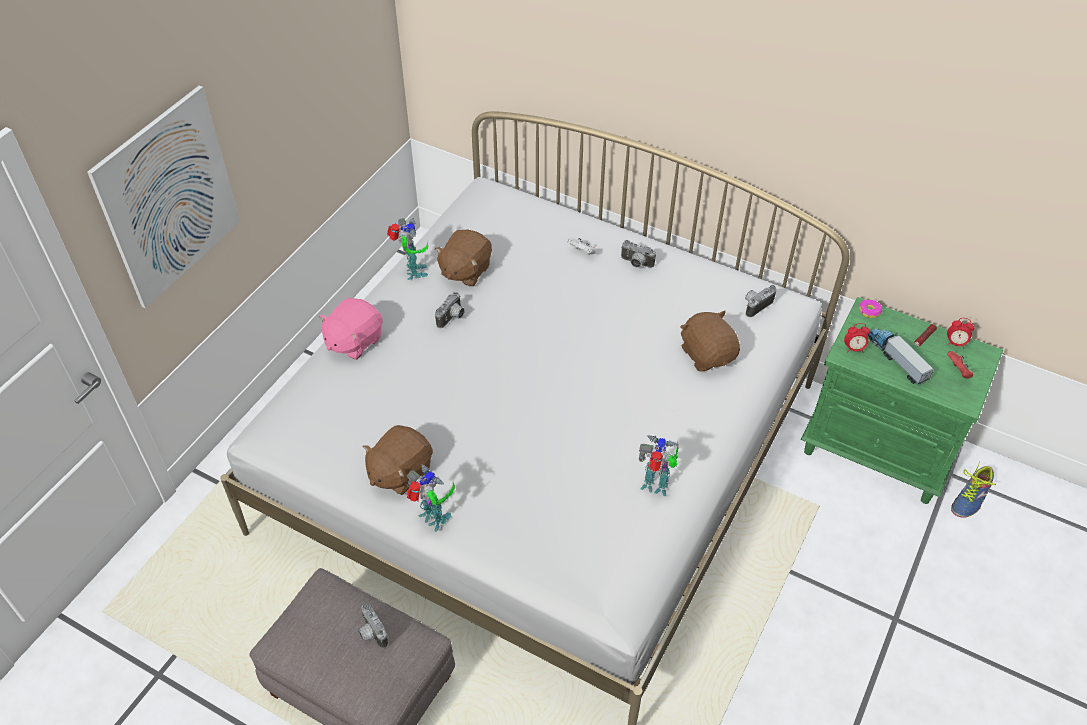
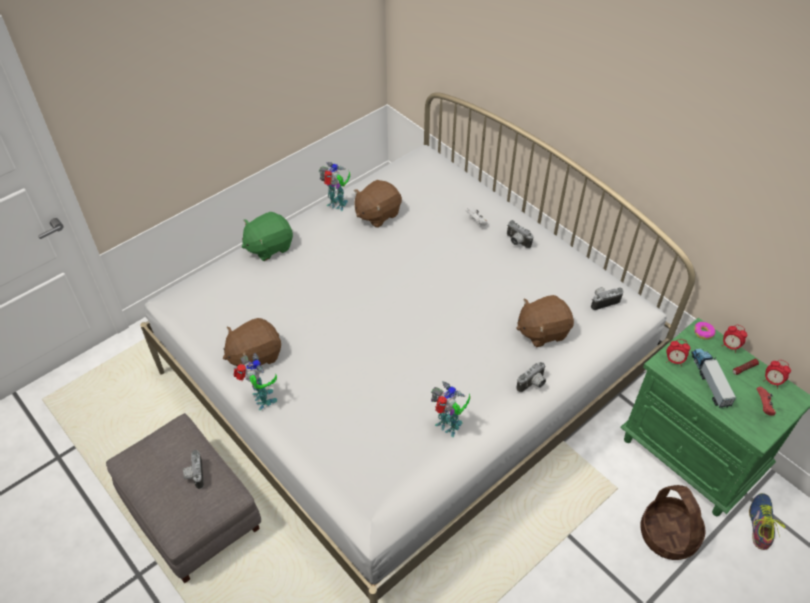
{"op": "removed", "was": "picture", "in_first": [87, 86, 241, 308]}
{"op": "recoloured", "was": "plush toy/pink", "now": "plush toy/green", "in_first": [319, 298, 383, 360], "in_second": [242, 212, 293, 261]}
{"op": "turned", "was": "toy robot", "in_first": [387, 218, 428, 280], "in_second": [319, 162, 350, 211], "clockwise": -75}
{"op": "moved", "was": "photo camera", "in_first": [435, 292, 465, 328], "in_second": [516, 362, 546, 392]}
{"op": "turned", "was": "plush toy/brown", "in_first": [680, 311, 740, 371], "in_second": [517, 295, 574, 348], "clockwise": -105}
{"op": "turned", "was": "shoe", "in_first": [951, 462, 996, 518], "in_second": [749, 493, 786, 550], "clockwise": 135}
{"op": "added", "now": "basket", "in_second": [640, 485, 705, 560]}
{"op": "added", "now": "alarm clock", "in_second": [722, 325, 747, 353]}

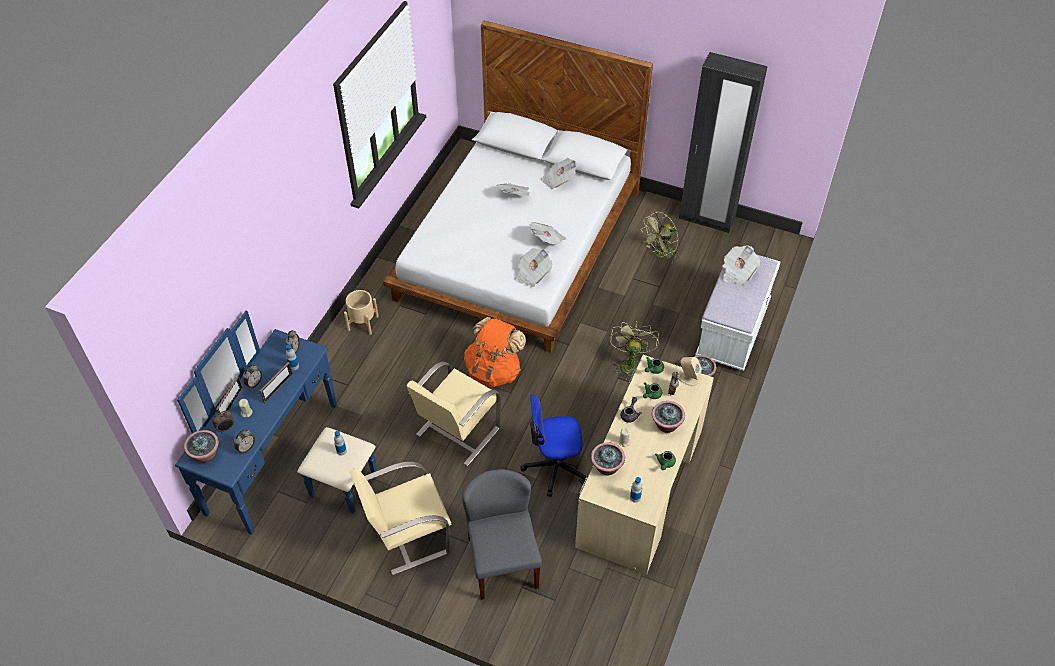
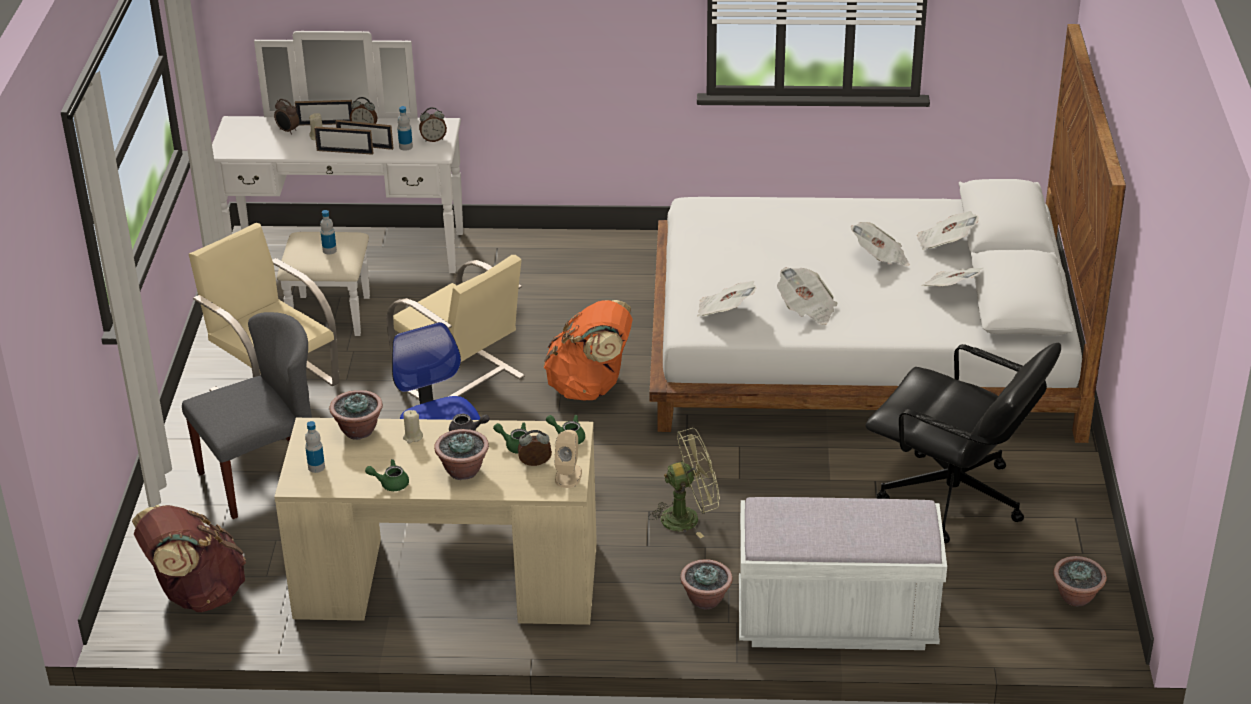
{"op": "recoloured", "was": "dresser/blue", "now": "dresser/white", "in_first": [175, 311, 377, 535], "in_second": [212, 31, 463, 336]}
{"op": "moved", "was": "potted plant", "in_first": [184, 430, 219, 463], "in_second": [1053, 556, 1107, 606]}
{"op": "removed", "was": "alarm clock", "in_first": [234, 430, 255, 454]}
{"op": "removed", "was": "planter/beige", "in_first": [344, 290, 379, 335]}
{"op": "turned", "was": "chair/beige", "in_first": [406, 362, 501, 466], "in_second": [386, 255, 525, 400], "clockwise": -150}
{"op": "replaced", "was": "fan/green", "now": "office chair/black", "in_first": [641, 211, 679, 263], "in_second": [865, 343, 1061, 543]}
{"op": "removed", "was": "wardrobe/black", "in_first": [679, 52, 768, 233]}
{"op": "moved", "was": "newspaper", "in_first": [722, 245, 760, 285], "in_second": [917, 211, 978, 250]}
{"op": "added", "now": "backpack/brown", "in_second": [132, 505, 246, 612]}
{"op": "added", "now": "picture frame", "in_second": [314, 127, 373, 155]}

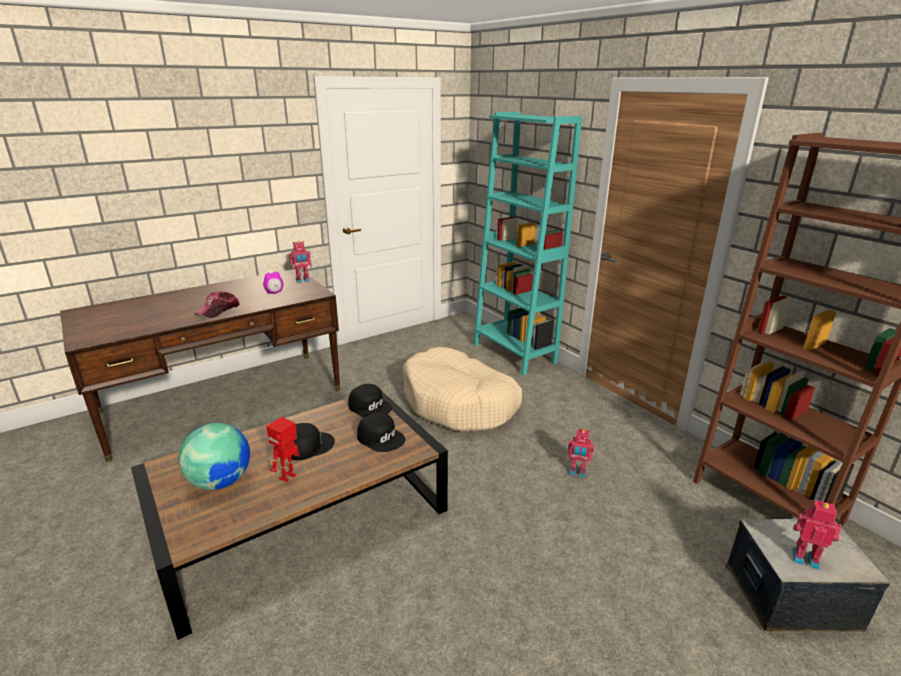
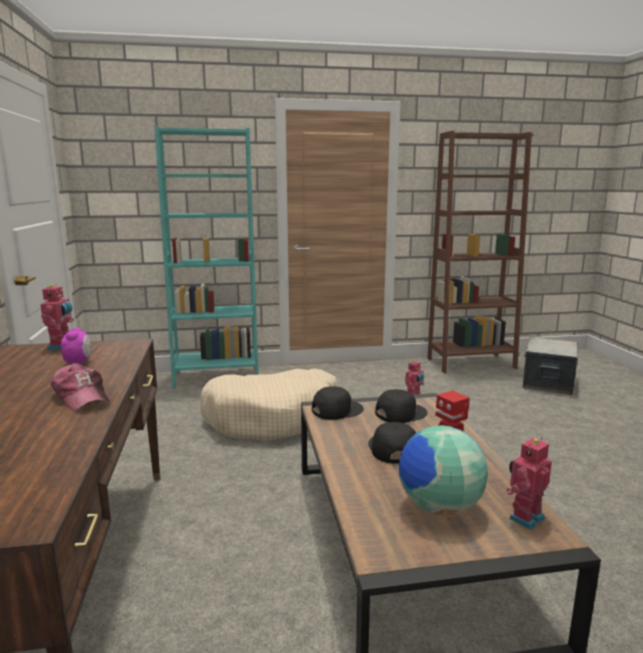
{"op": "moved", "was": "toy robot", "in_first": [793, 500, 842, 570], "in_second": [506, 437, 552, 530]}

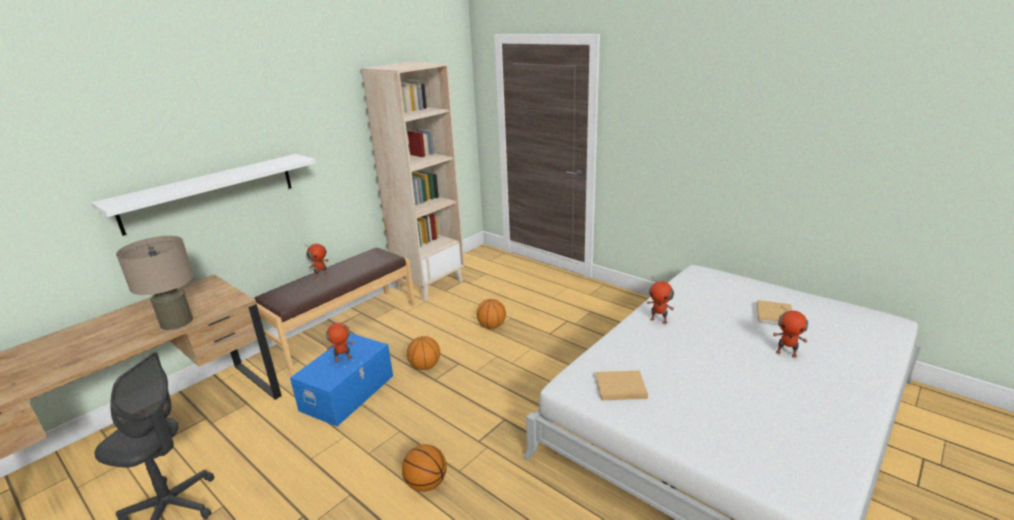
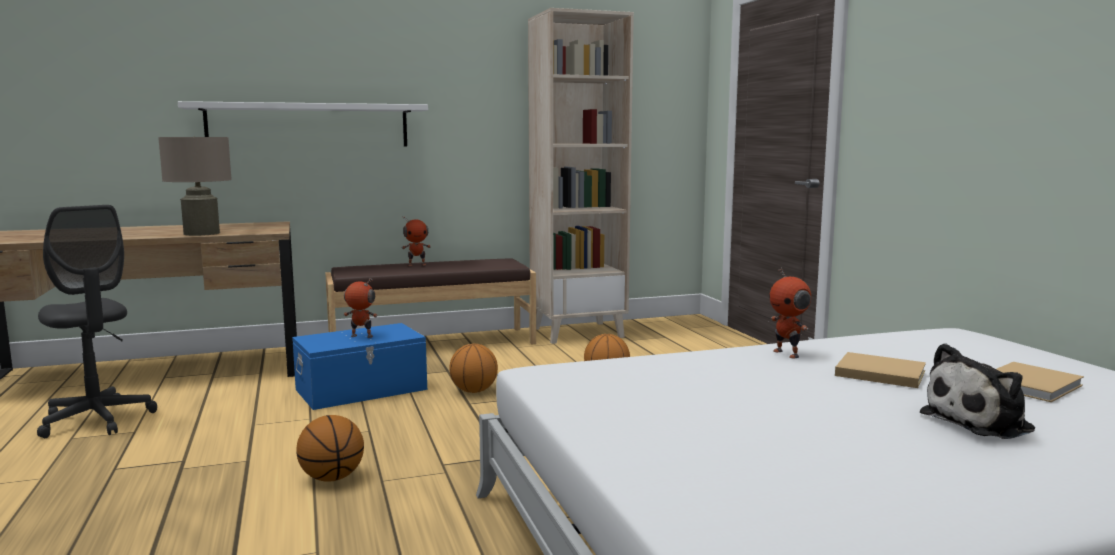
{"op": "moved", "was": "book/beige", "in_first": [595, 371, 648, 400], "in_second": [835, 352, 926, 388]}
{"op": "replaced", "was": "toy robot", "now": "plush toy", "in_first": [773, 305, 808, 358], "in_second": [920, 343, 1035, 439]}

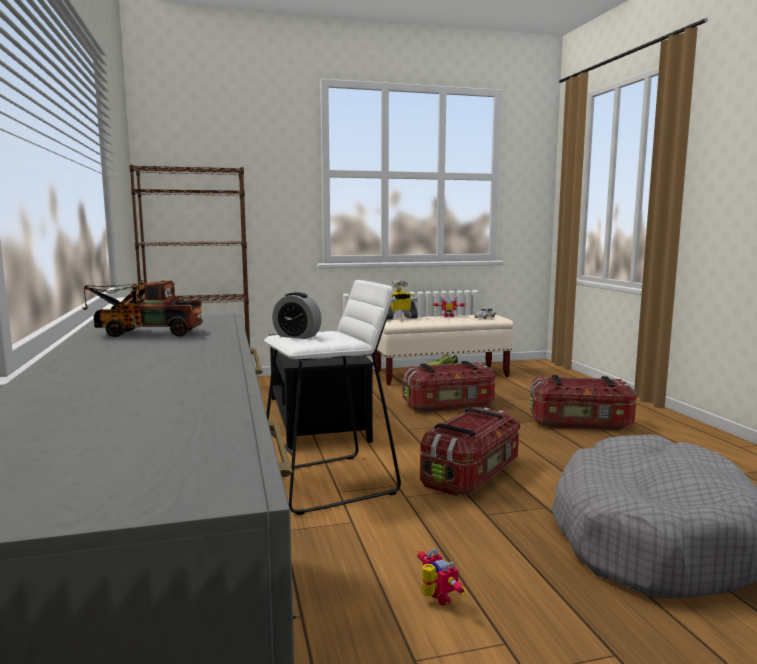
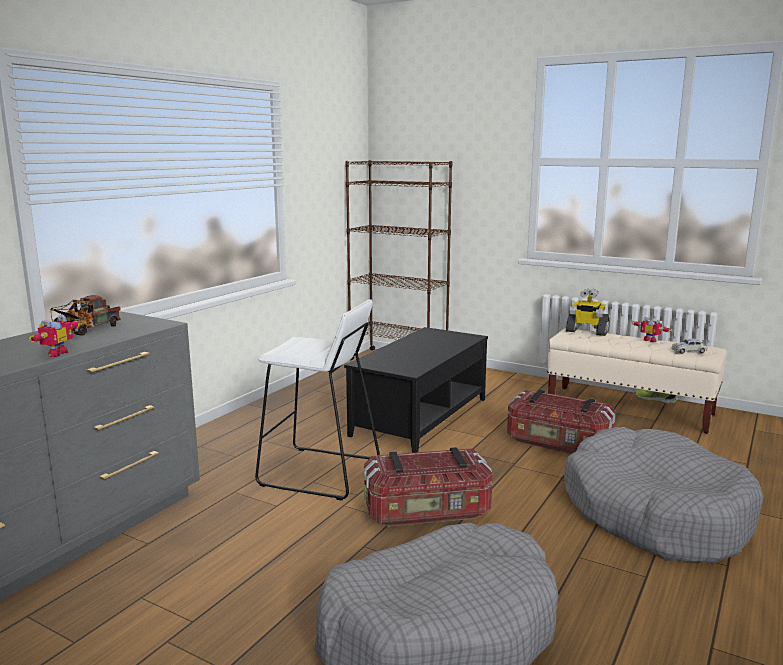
{"op": "turned", "was": "toy truck", "in_first": [83, 280, 203, 337], "in_second": [51, 295, 121, 336], "clockwise": -105}
{"op": "removed", "was": "alarm clock", "in_first": [272, 292, 322, 339]}
{"op": "moved", "was": "toy robot", "in_first": [417, 549, 467, 606], "in_second": [29, 315, 79, 357]}
{"op": "replaced", "was": "storage box", "now": "dog bed/grey", "in_first": [530, 375, 637, 431], "in_second": [564, 427, 764, 563]}

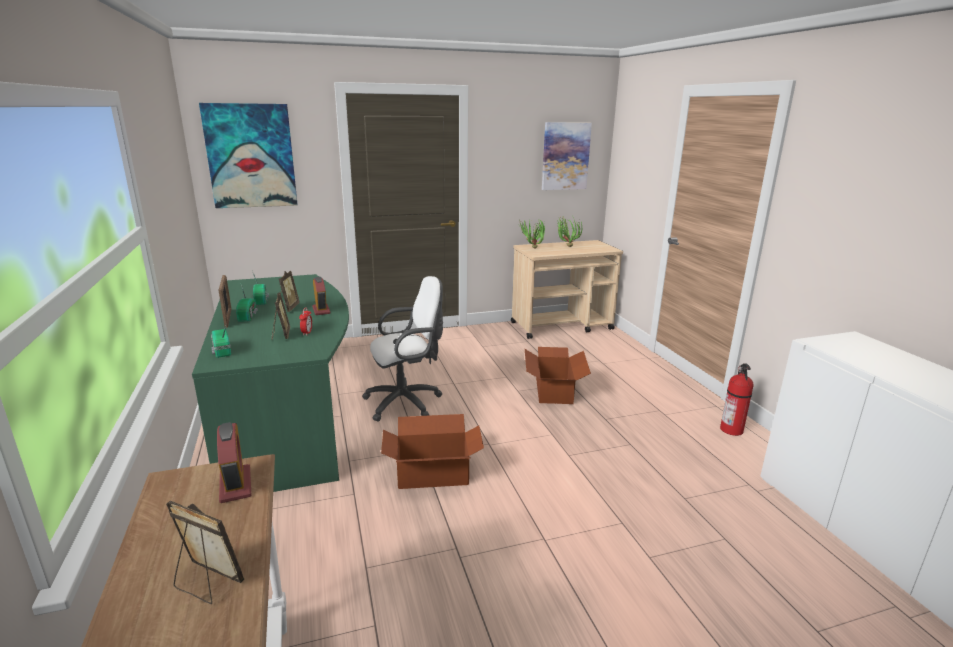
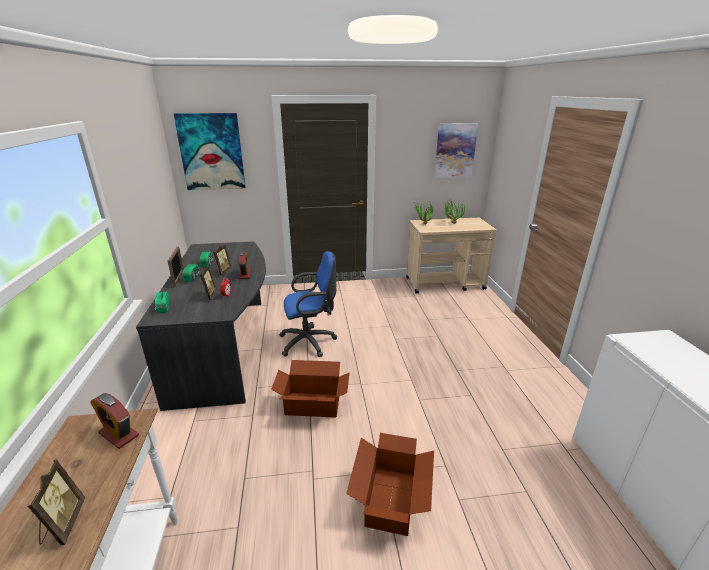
{"op": "turned", "was": "picture frame", "in_first": [166, 501, 244, 604], "in_second": [28, 459, 85, 545], "clockwise": 45}
{"op": "recoloured", "was": "desk/green", "now": "desk/grey", "in_first": [192, 274, 349, 492], "in_second": [136, 242, 266, 411]}
{"op": "turned", "was": "alarm clock", "in_first": [217, 422, 251, 503], "in_second": [90, 393, 139, 449], "clockwise": 135}
{"op": "recoloured", "was": "office chair/white", "now": "office chair/blue", "in_first": [362, 276, 443, 422], "in_second": [279, 251, 337, 357]}
{"op": "moved", "was": "cardboard box", "in_first": [525, 347, 591, 404], "in_second": [346, 433, 434, 536]}
{"op": "removed", "was": "fire extinguisher", "in_first": [720, 363, 753, 436]}

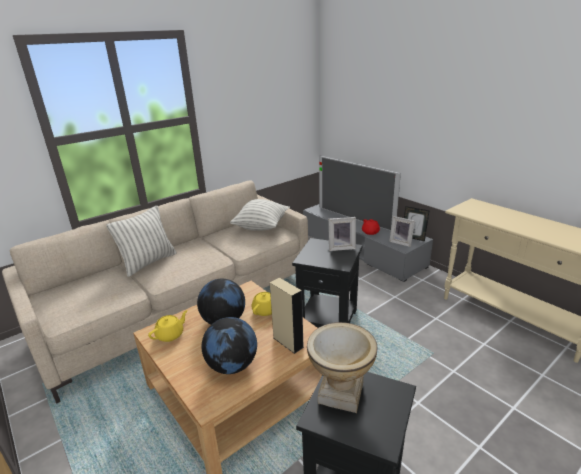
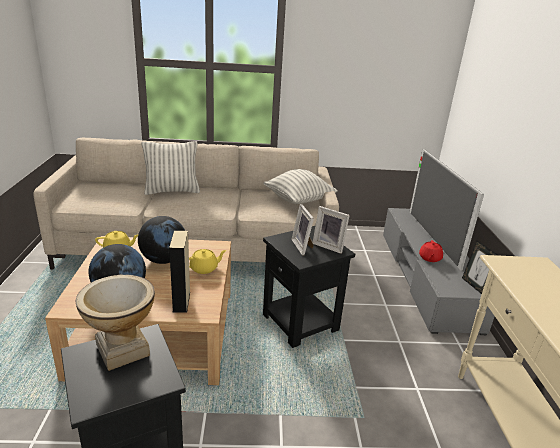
{"op": "moved", "was": "picture frame", "in_first": [389, 216, 415, 247], "in_second": [291, 204, 314, 256]}

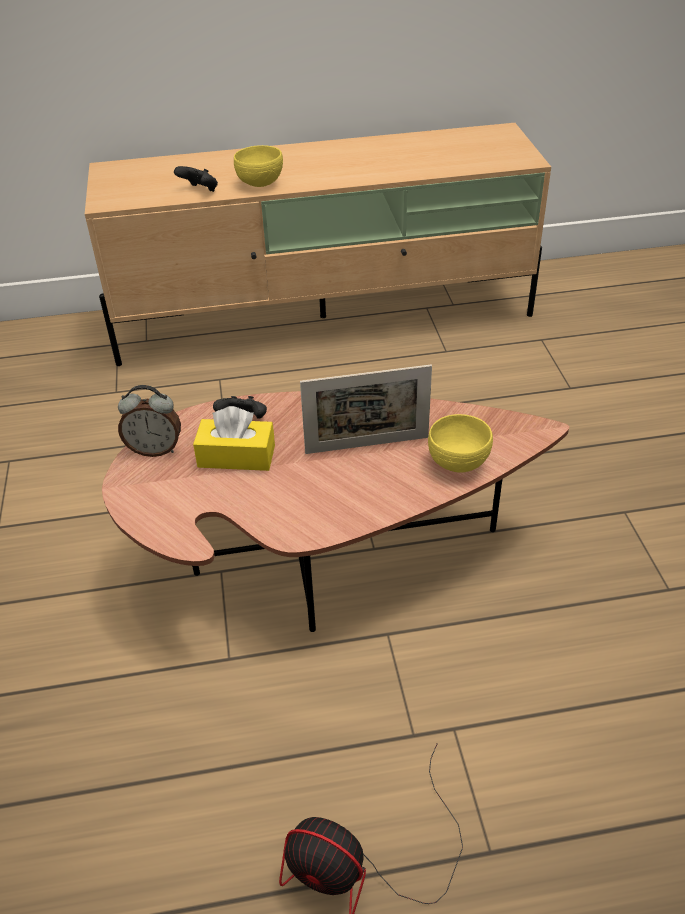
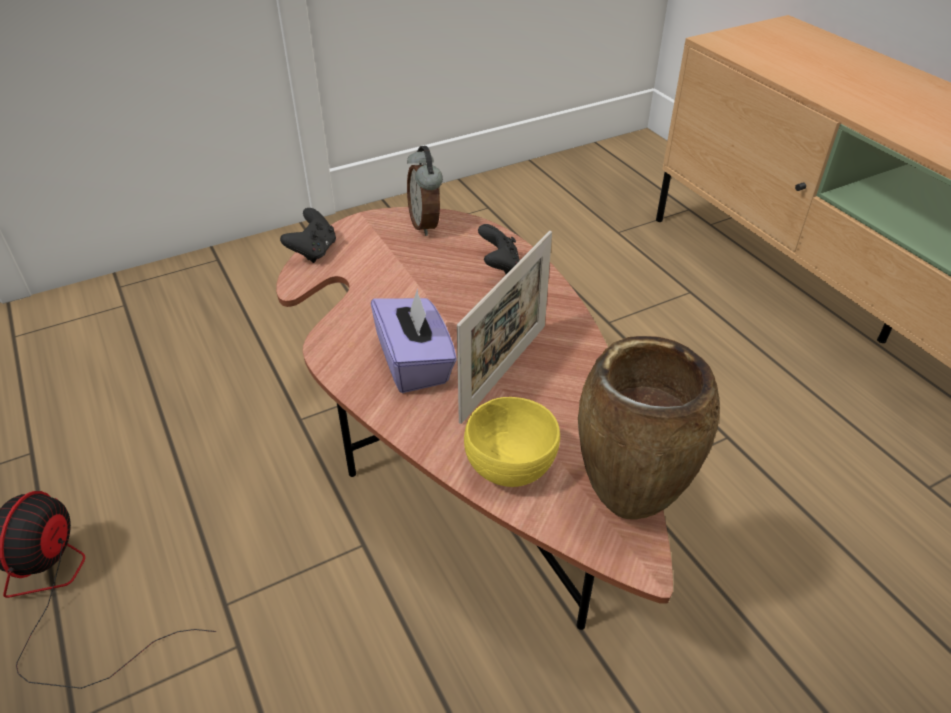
{"op": "moved", "was": "game controller/black", "in_first": [174, 166, 218, 192], "in_second": [280, 208, 336, 263]}
{"op": "removed", "was": "tissue box/yellow", "in_first": [193, 406, 275, 471]}
{"op": "removed", "was": "bowl/yellow", "in_first": [234, 145, 283, 187]}
{"op": "turned", "was": "picture frame", "in_first": [300, 365, 432, 454], "in_second": [457, 231, 552, 424], "clockwise": -120}
{"op": "added", "now": "tissue box/purple", "in_second": [371, 288, 457, 393]}
{"op": "added", "now": "vase/brown", "in_second": [578, 336, 720, 519]}

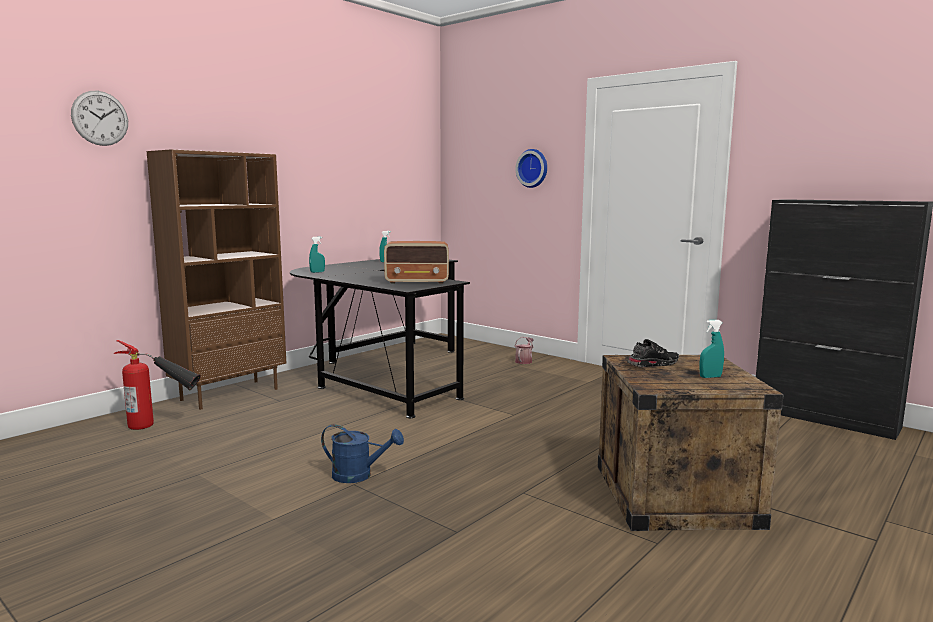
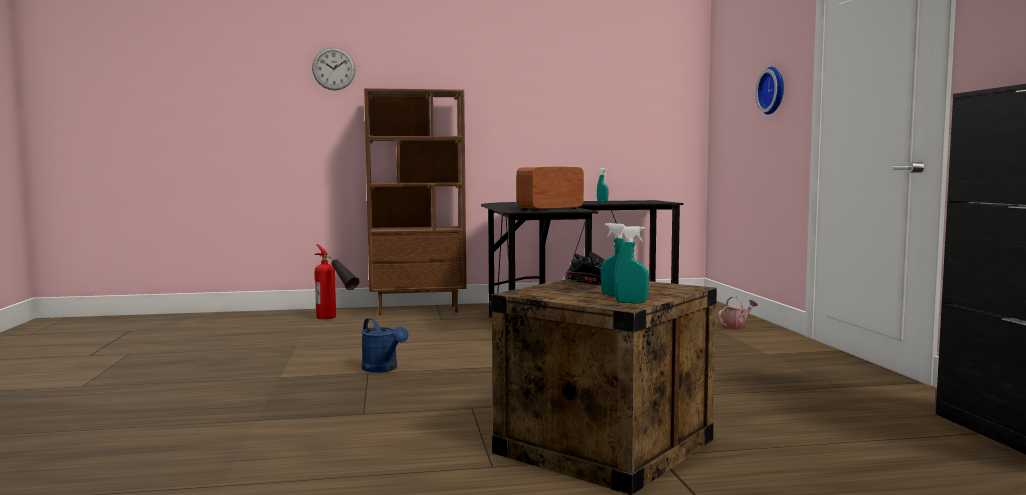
{"op": "moved", "was": "spray bottle/turquoise", "in_first": [309, 236, 325, 273], "in_second": [614, 226, 649, 303]}
{"op": "turned", "was": "radio", "in_first": [384, 241, 449, 284], "in_second": [516, 167, 584, 211], "clockwise": 105}

